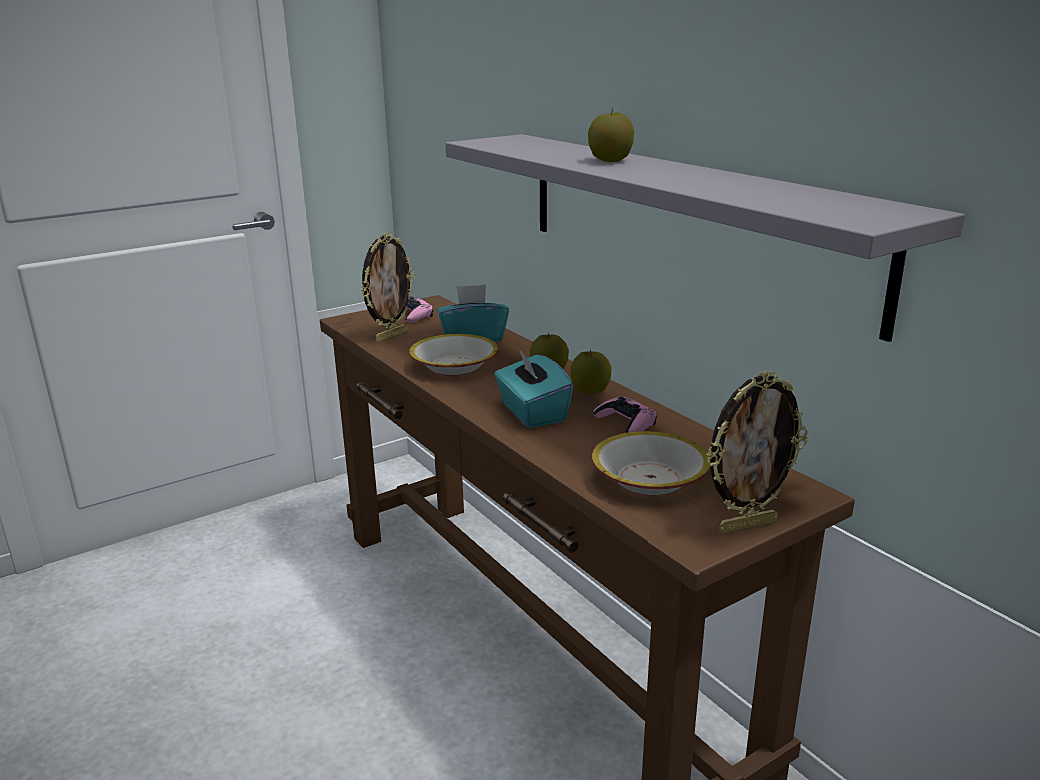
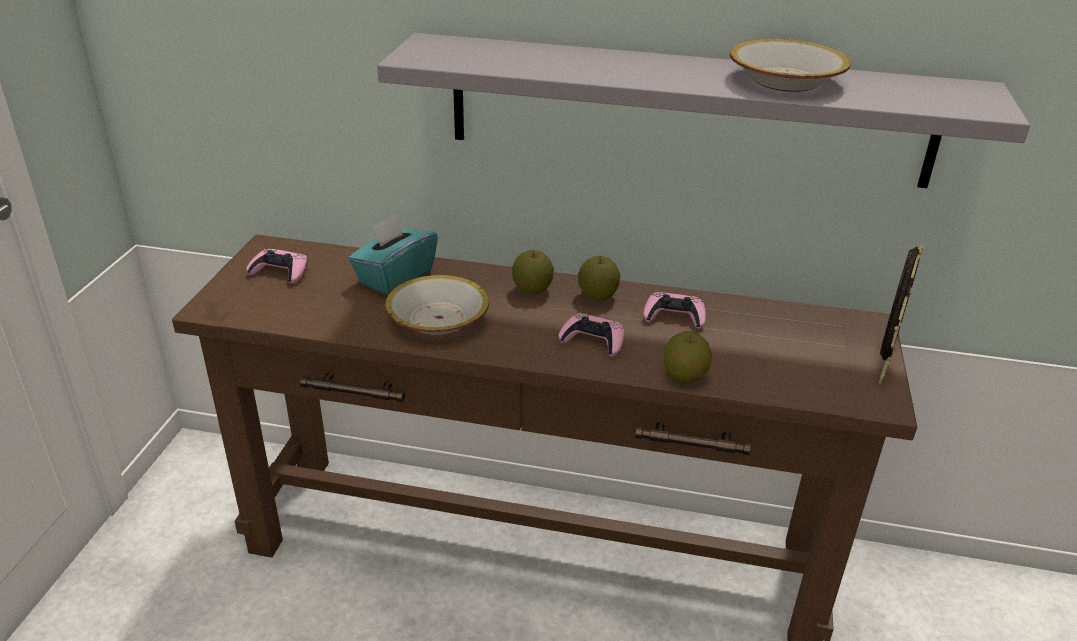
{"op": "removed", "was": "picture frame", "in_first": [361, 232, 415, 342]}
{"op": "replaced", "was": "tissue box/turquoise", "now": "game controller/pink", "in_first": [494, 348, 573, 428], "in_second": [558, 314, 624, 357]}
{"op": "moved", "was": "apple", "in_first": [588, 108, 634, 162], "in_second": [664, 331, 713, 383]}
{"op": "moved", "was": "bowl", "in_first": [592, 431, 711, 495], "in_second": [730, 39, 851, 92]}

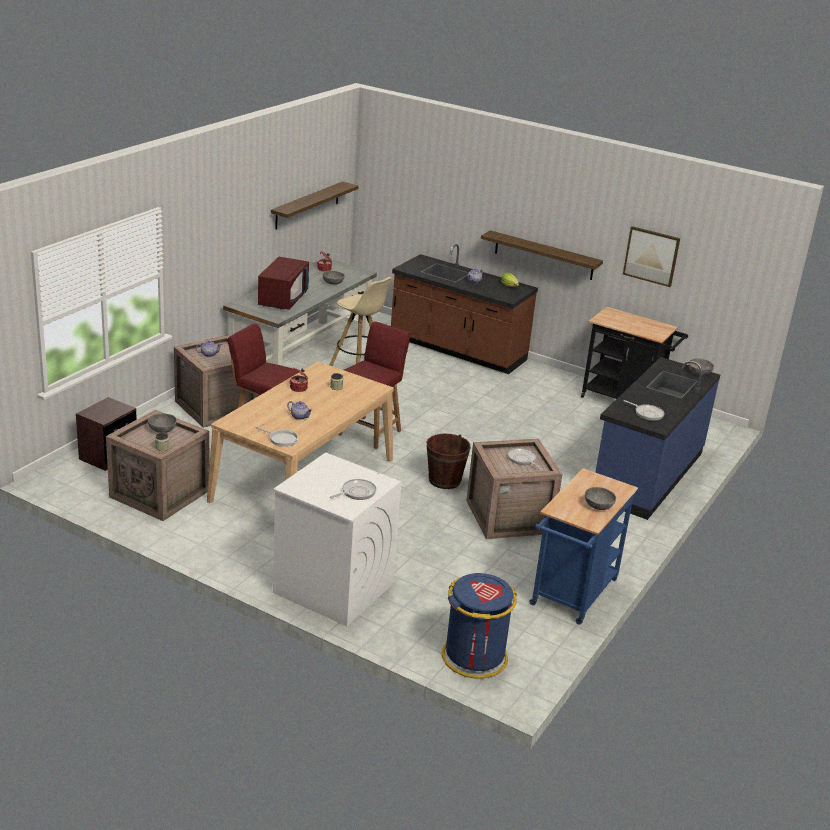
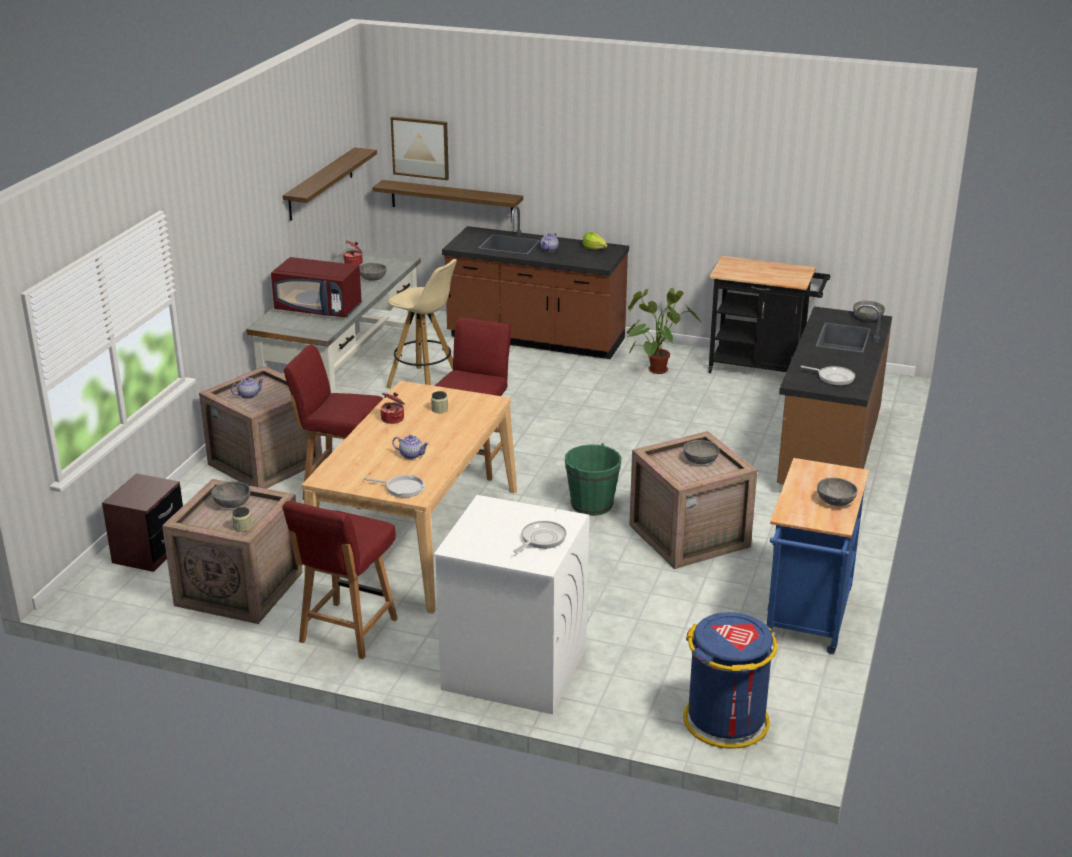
{"op": "turned", "was": "microwave/red", "in_first": [258, 257, 309, 310], "in_second": [271, 257, 362, 317], "clockwise": 105}
{"op": "recoloured", "was": "bucket/brown", "now": "bucket/green", "in_first": [427, 434, 471, 489], "in_second": [565, 443, 621, 516]}
{"op": "moved", "was": "shelf", "in_first": [481, 230, 603, 280], "in_second": [372, 180, 523, 221]}
{"op": "replaced", "was": "frying pan", "now": "bowl/grey", "in_first": [508, 448, 542, 469], "in_second": [683, 440, 720, 464]}
{"op": "recoloured", "was": "counter/blue", "now": "counter/brown", "in_first": [595, 357, 720, 520], "in_second": [777, 304, 892, 485]}
{"op": "moved", "was": "picture", "in_first": [623, 226, 680, 287], "in_second": [390, 116, 449, 180]}
{"op": "added", "now": "chair/red", "in_second": [282, 501, 398, 659]}
{"op": "added", "now": "potted plant", "in_second": [627, 288, 704, 374]}

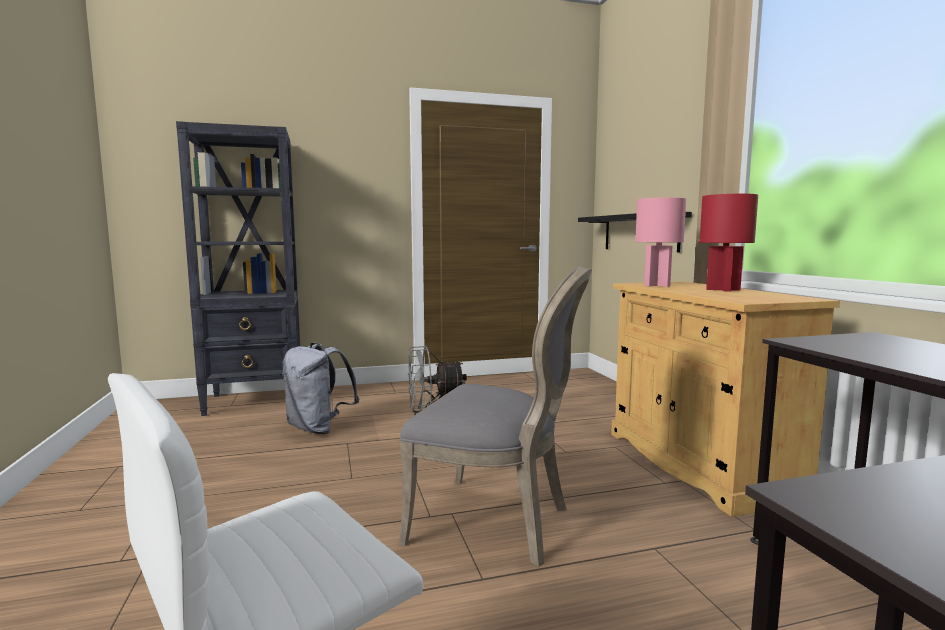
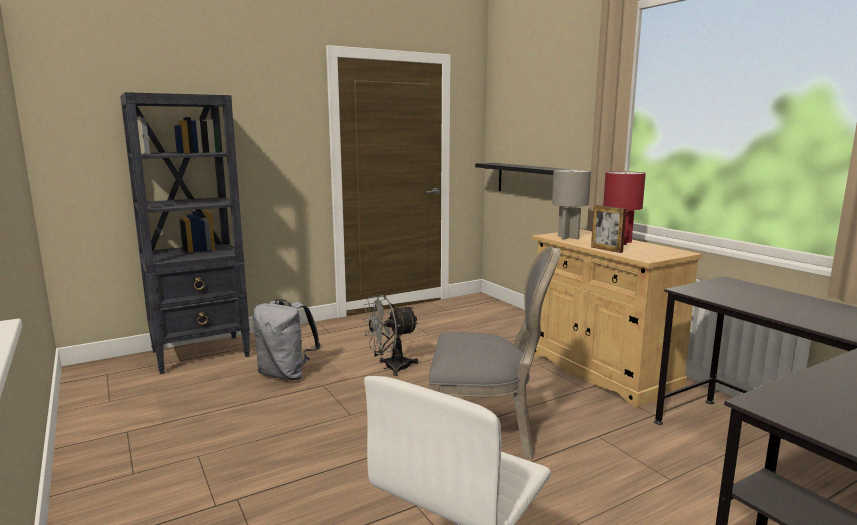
{"op": "recoloured", "was": "table lamp/pink", "now": "table lamp/grey", "in_first": [635, 197, 686, 287], "in_second": [552, 169, 591, 239]}
{"op": "added", "now": "picture frame", "in_second": [591, 205, 627, 253]}

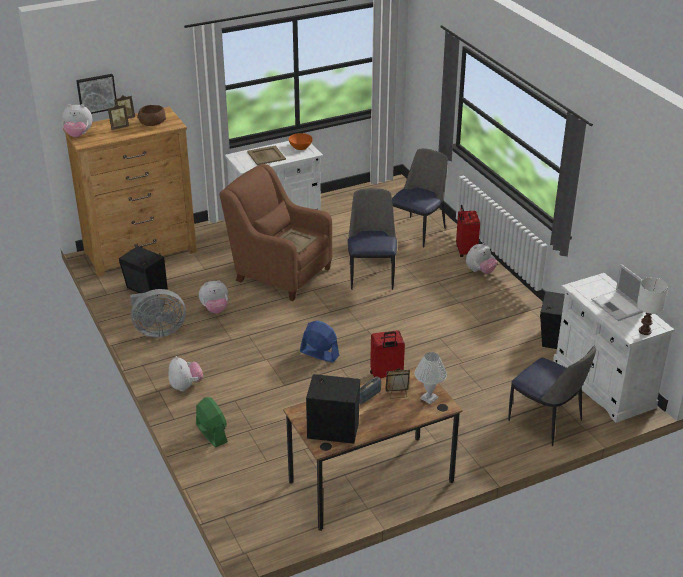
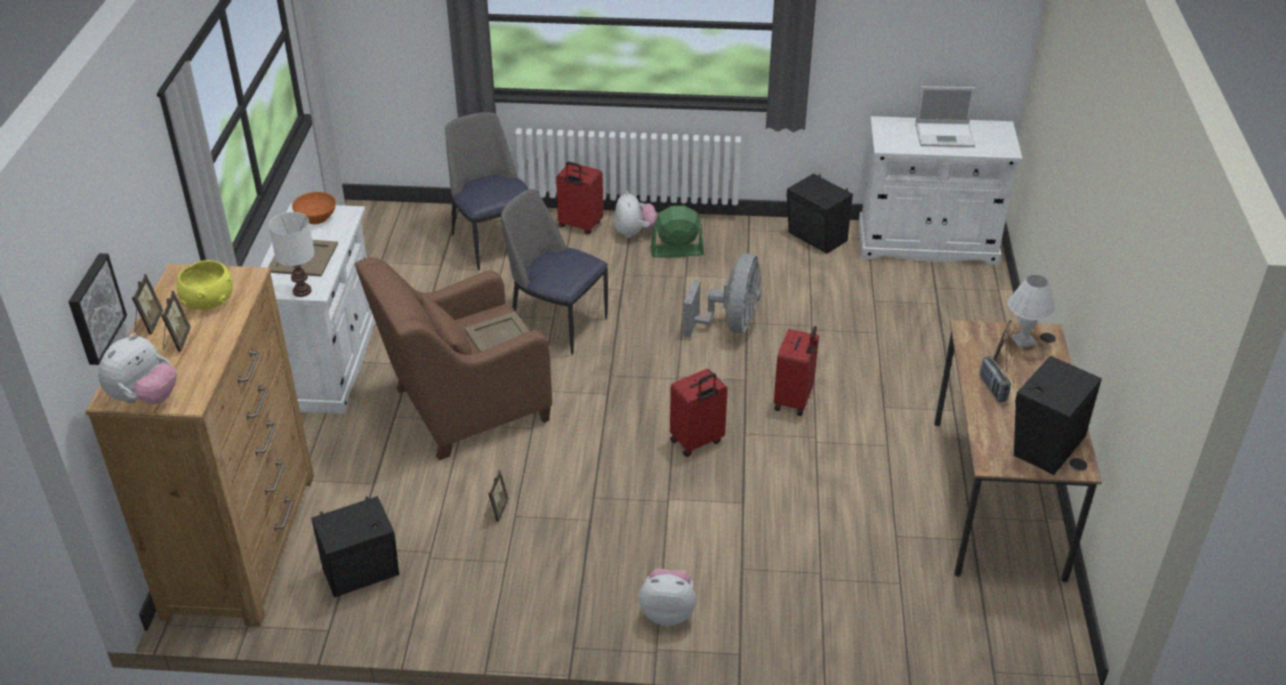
{"op": "moved", "was": "fan/grey", "in_first": [130, 289, 186, 337], "in_second": [683, 253, 761, 337]}
{"op": "recoloured", "was": "bowl/brown", "now": "bowl/yellow", "in_first": [137, 105, 166, 126], "in_second": [177, 260, 233, 310]}
{"op": "moved", "was": "fan/green", "in_first": [196, 397, 228, 448], "in_second": [651, 206, 704, 257]}
{"op": "replaced", "was": "plush toy", "now": "picture frame", "in_first": [199, 280, 228, 314], "in_second": [485, 470, 509, 522]}
{"op": "replaced", "was": "fan/blue", "now": "suitcase/red", "in_first": [300, 320, 339, 363], "in_second": [670, 369, 728, 457]}
{"op": "removed", "was": "chair", "in_first": [508, 346, 596, 446]}
{"op": "moved", "was": "table lamp/white", "in_first": [637, 277, 668, 335], "in_second": [269, 212, 315, 297]}

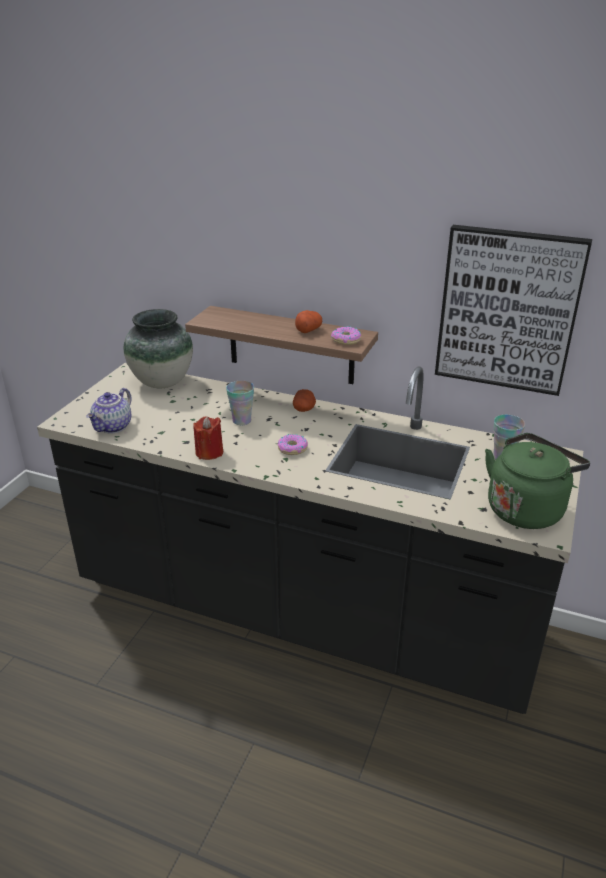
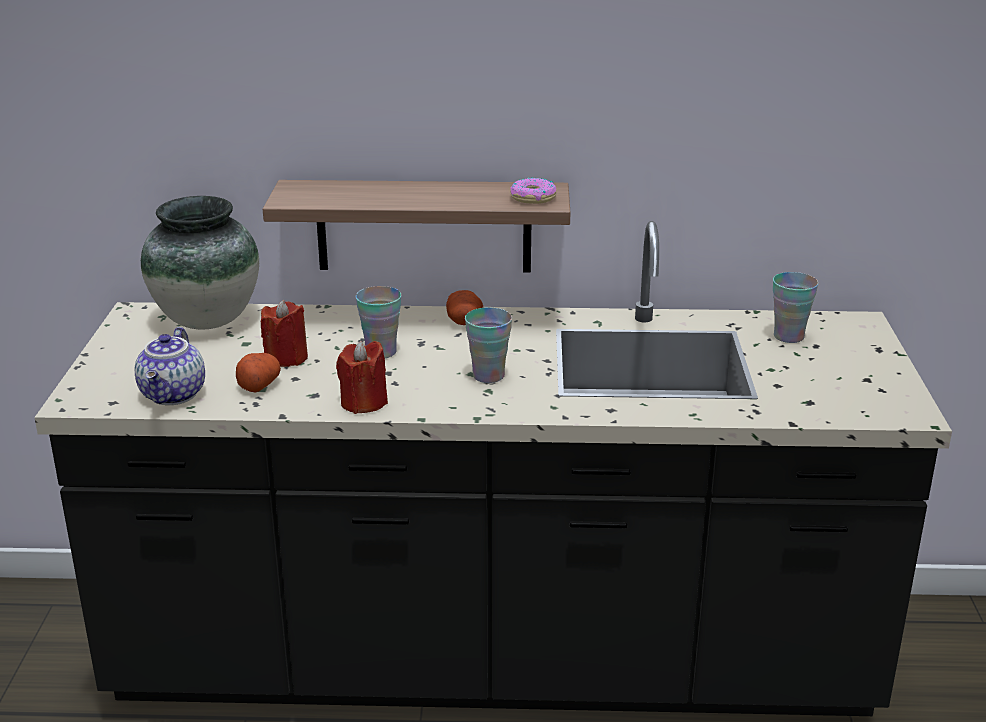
{"op": "replaced", "was": "donut", "now": "cup", "in_first": [277, 434, 308, 455], "in_second": [465, 307, 512, 383]}
{"op": "moved", "was": "potato", "in_first": [295, 310, 322, 333], "in_second": [236, 353, 281, 393]}
{"op": "removed", "was": "picture", "in_first": [435, 225, 592, 396]}
{"op": "removed", "was": "kettle/green", "in_first": [485, 433, 590, 529]}
{"op": "added", "now": "candle/red", "in_second": [261, 300, 308, 367]}

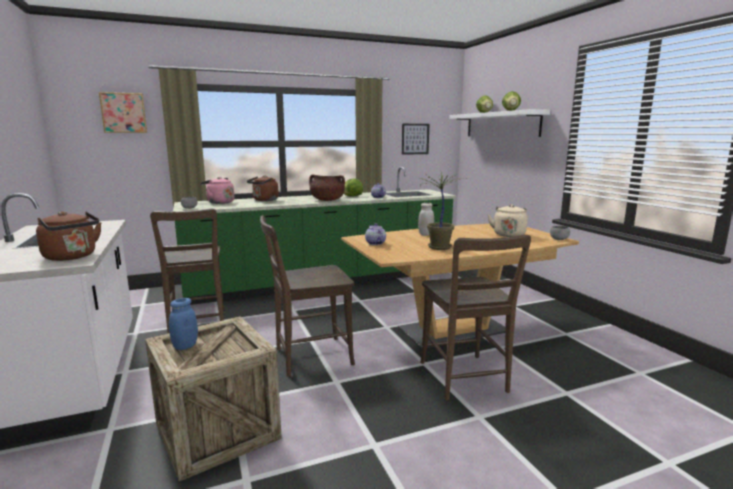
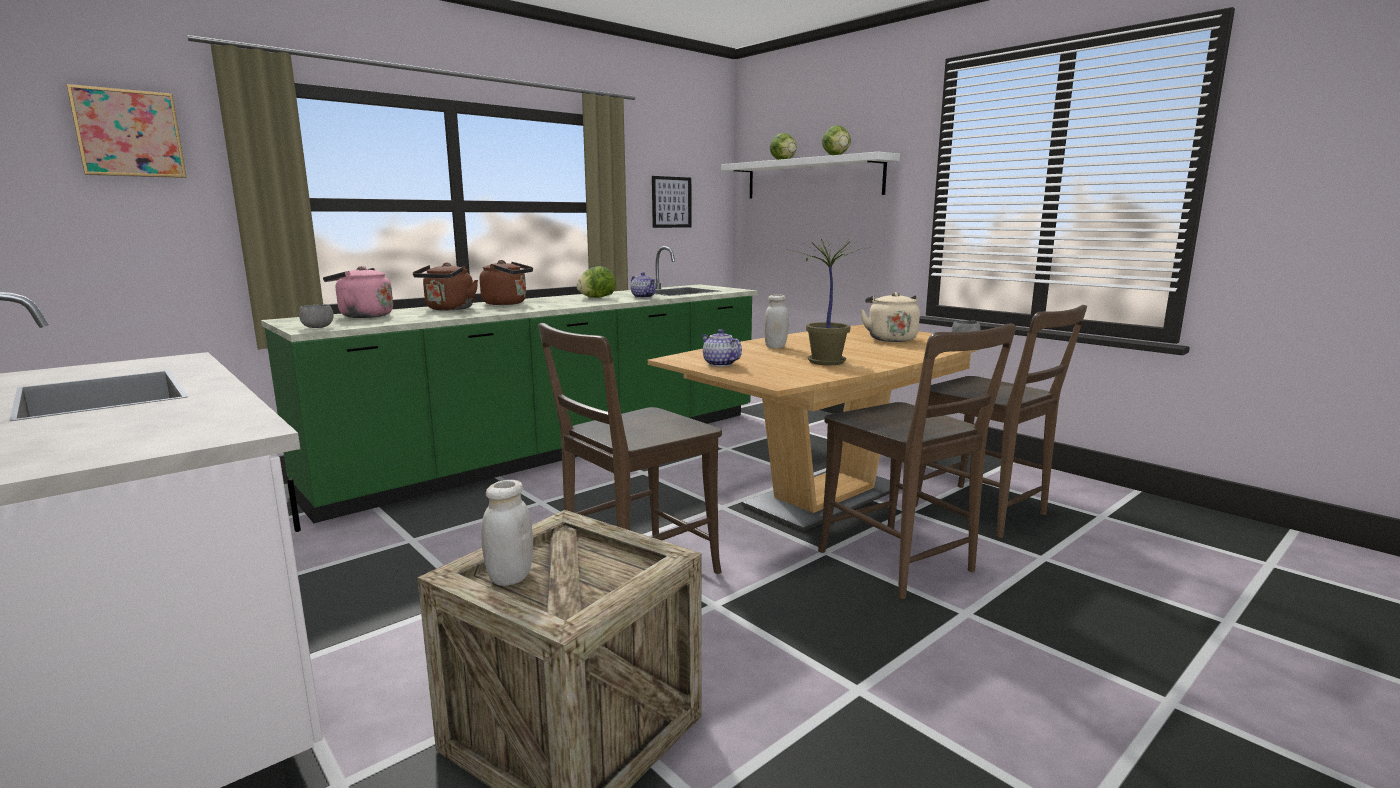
{"op": "moved", "was": "kettle/brown", "in_first": [36, 211, 102, 261], "in_second": [480, 260, 533, 305]}
{"op": "moved", "was": "chair/brown", "in_first": [150, 208, 224, 333], "in_second": [916, 305, 1087, 538]}
{"op": "recoloured", "was": "jar/blue", "now": "jar/white", "in_first": [169, 298, 198, 350], "in_second": [482, 480, 533, 586]}
{"op": "removed", "was": "cooking pot/brown", "in_first": [309, 174, 345, 201]}

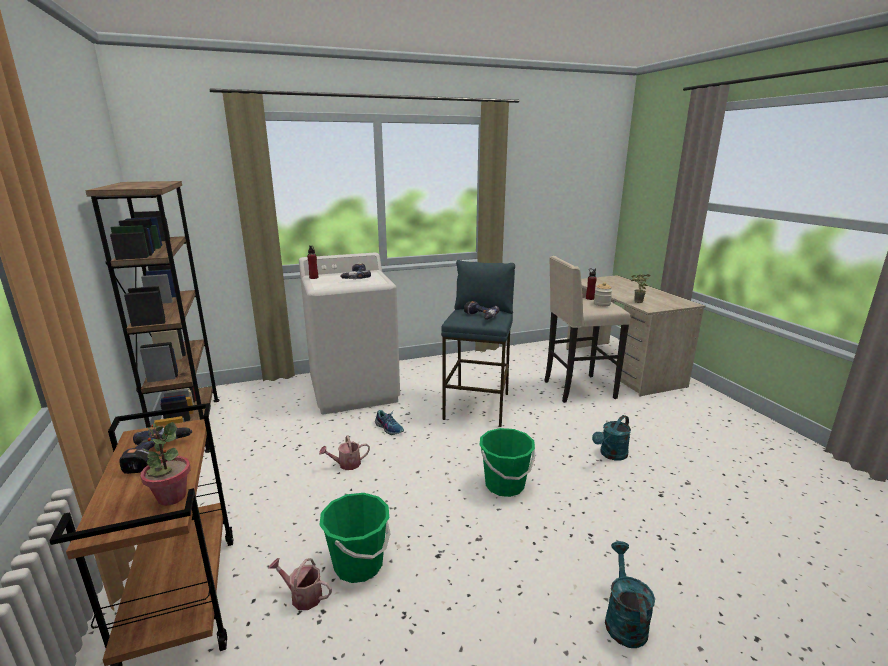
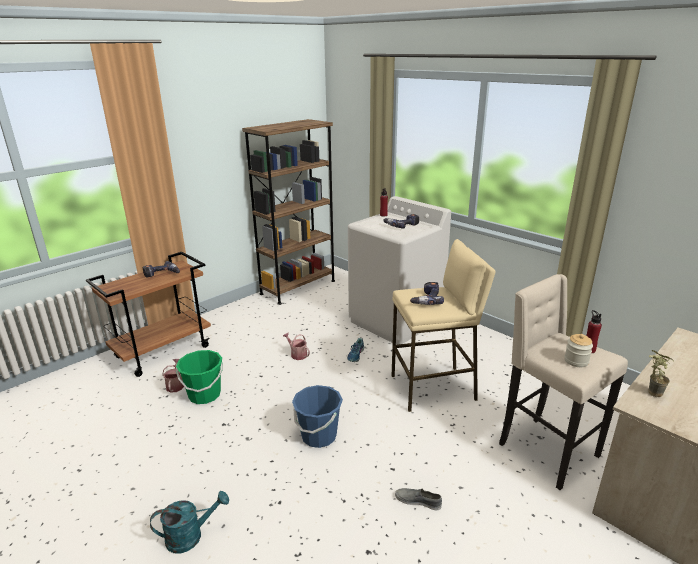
{"op": "removed", "was": "potted plant", "in_first": [141, 422, 191, 506]}
{"op": "recoloured", "was": "stool/blue", "now": "stool/beige", "in_first": [441, 260, 515, 427], "in_second": [392, 239, 496, 412]}
{"op": "recoloured", "was": "bucket/green", "now": "bucket/blue", "in_first": [480, 428, 535, 497], "in_second": [292, 385, 343, 448]}
{"op": "replaced", "was": "watering can/turquoise", "now": "shoe/grey", "in_first": [592, 415, 631, 461], "in_second": [395, 488, 442, 510]}

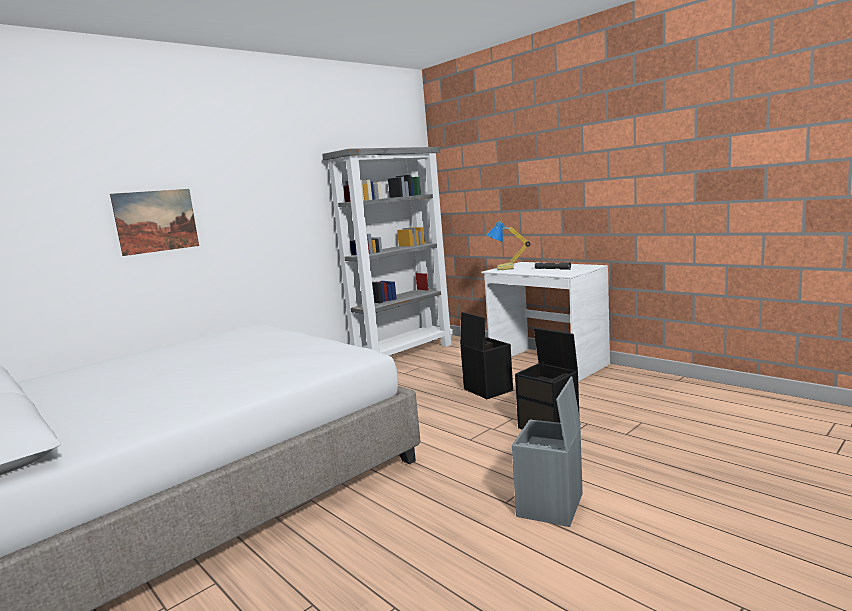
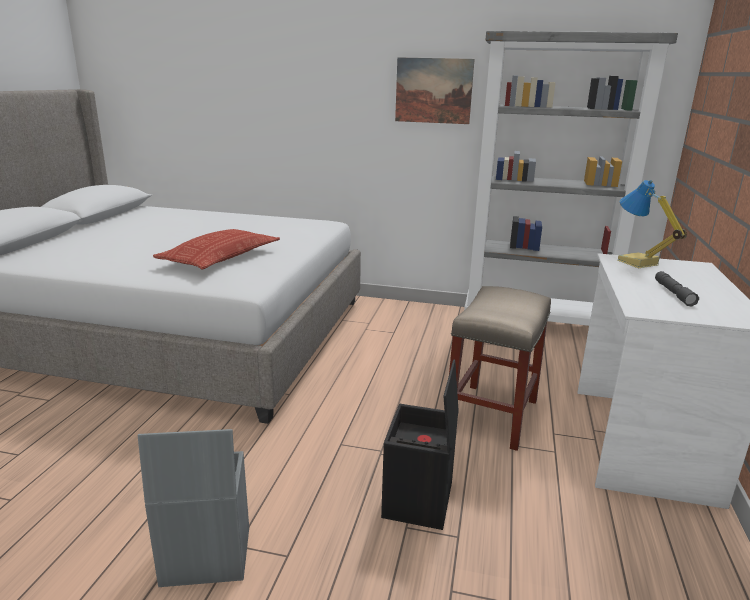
{"op": "moved", "was": "picture", "in_first": [110, 189, 199, 256], "in_second": [395, 57, 475, 124]}
{"op": "replaced", "was": "storage box/black", "now": "stool/beige", "in_first": [460, 312, 513, 399], "in_second": [449, 286, 551, 451]}
{"op": "added", "now": "pillow", "in_second": [153, 229, 280, 269]}

